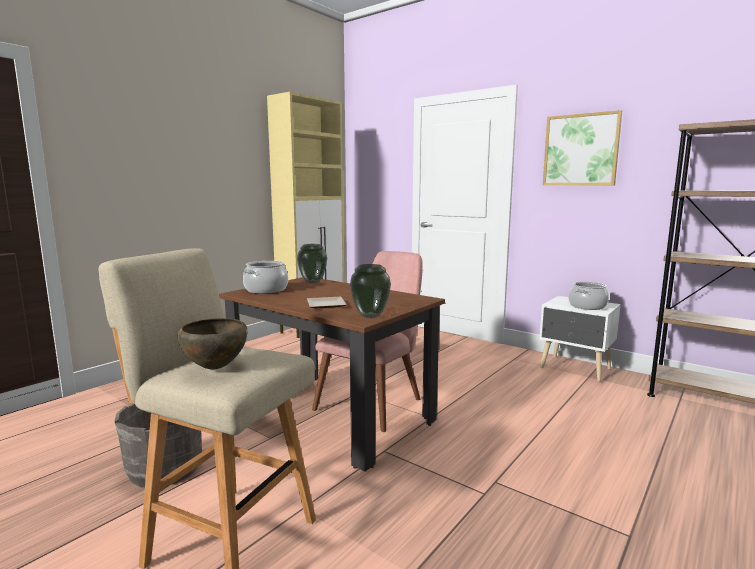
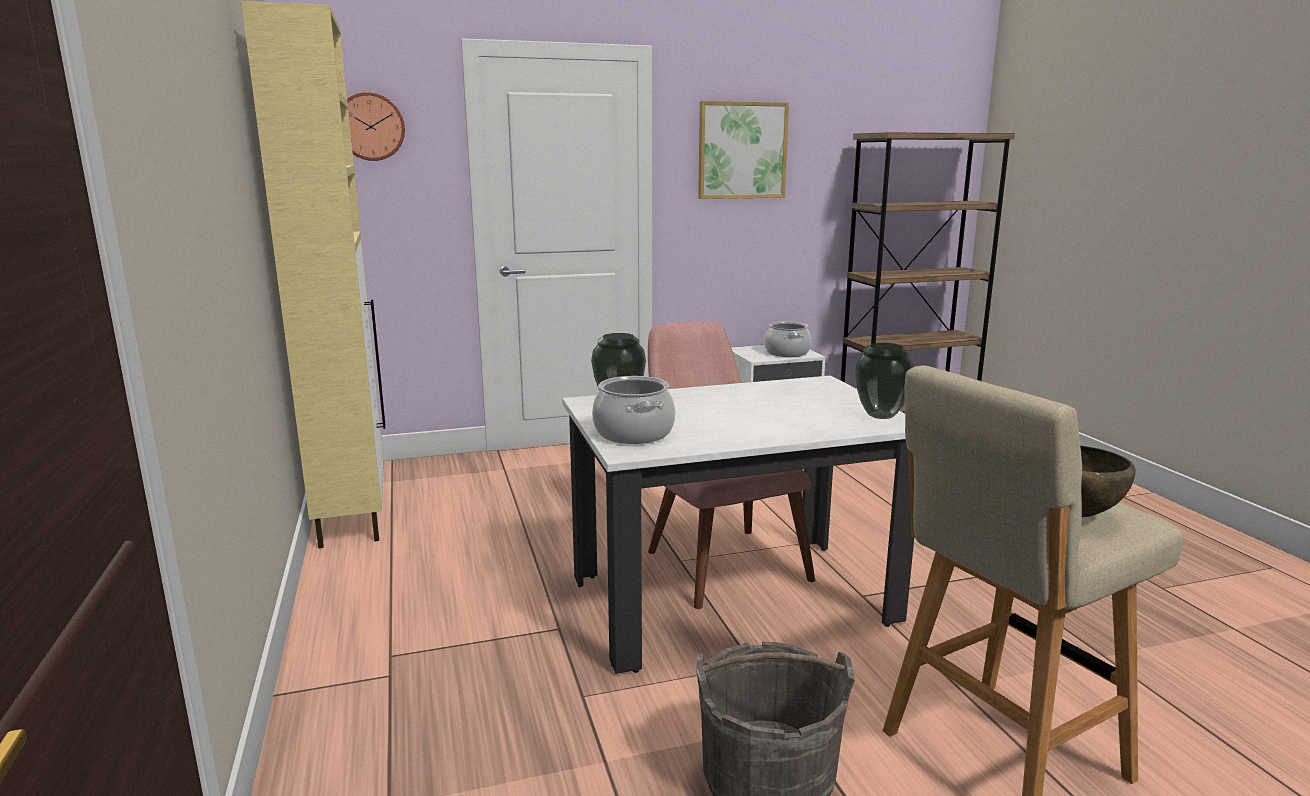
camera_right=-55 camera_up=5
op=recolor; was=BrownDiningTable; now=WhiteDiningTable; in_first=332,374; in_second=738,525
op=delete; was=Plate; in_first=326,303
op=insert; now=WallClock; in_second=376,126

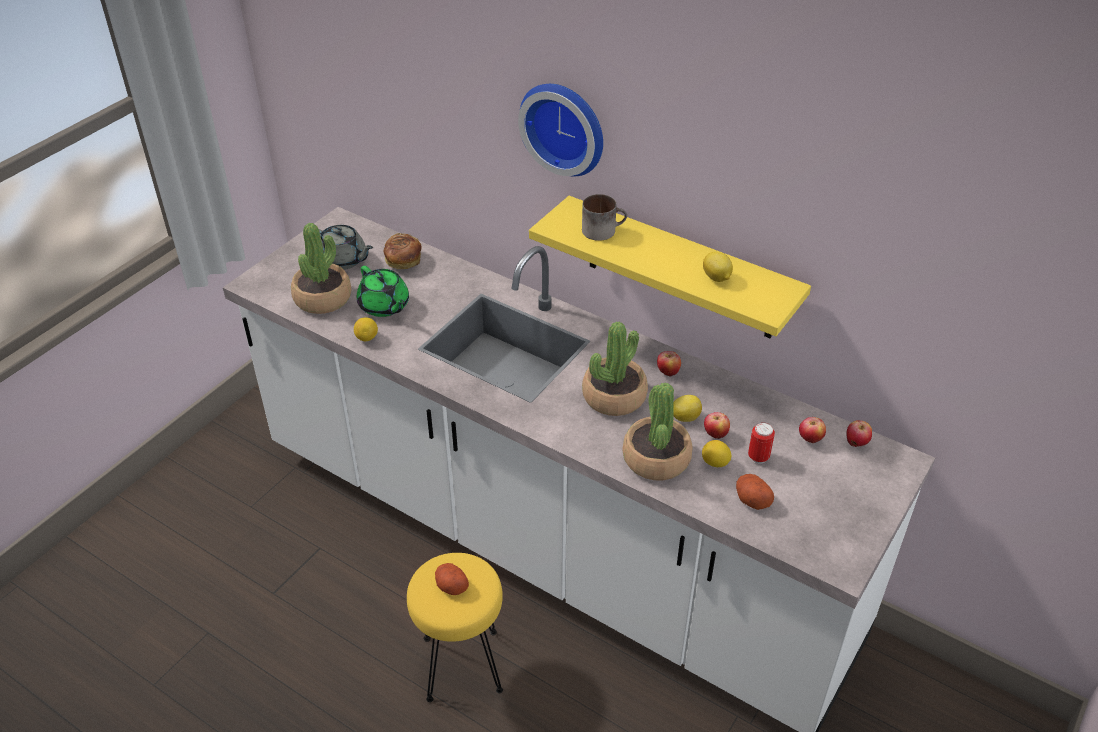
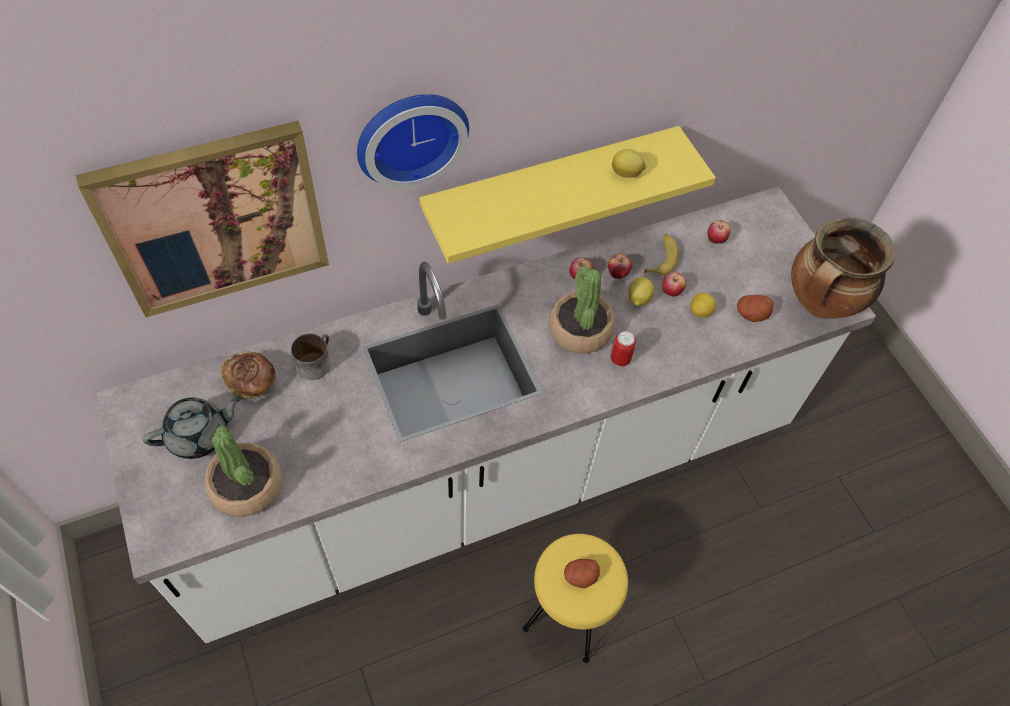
camera_right=-60 camera_up=15
op=move; was=Mug; in_first=604,217; in_second=310,357
op=delete; was=GreenTeapot; in_first=383,291
op=delete; was=Lemon; in_first=366,329
op=delete; was=PottedPlant; in_first=657,431
op=move; was=Apple; in_first=859,433; in_second=620,266
op=move; was=Can; in_first=761,443; in_second=623,349
op=insert; now=Picture; in_second=202,219
op=insert; now=CookingPot; in_second=843,268
op=insert; now=Banana; in_second=661,254

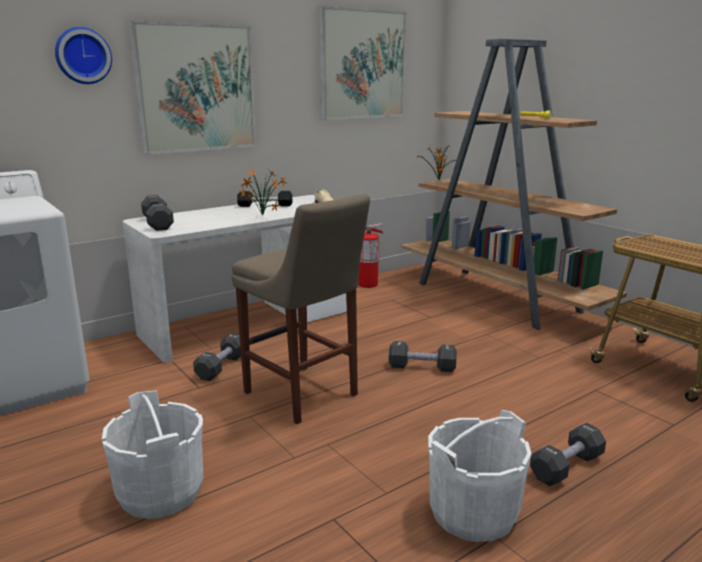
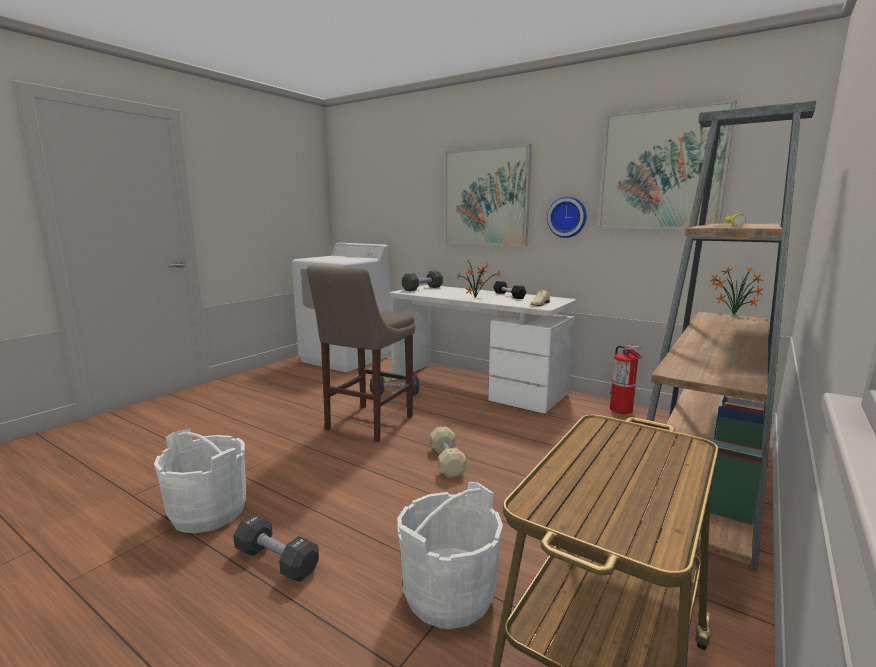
camera_right=70 camera_up=-5
op=move; was=WallClock; in_first=83,55; in_second=567,217
op=recolor; was=BlackDumbbell; now=BeigeDumbbell; in_first=423,356; in_second=448,452
op=move; was=WhiteBucket; in_first=152,454; in_second=450,555

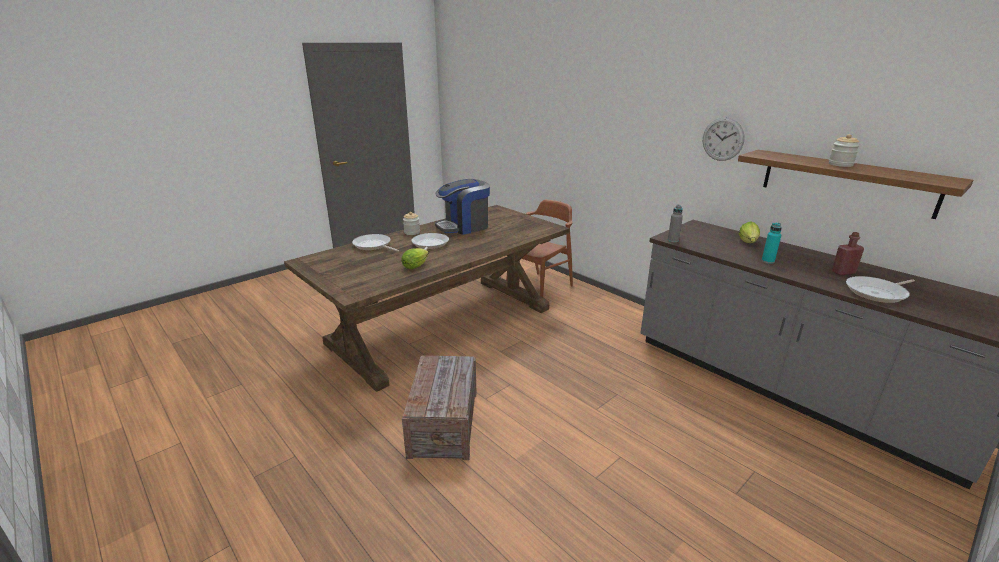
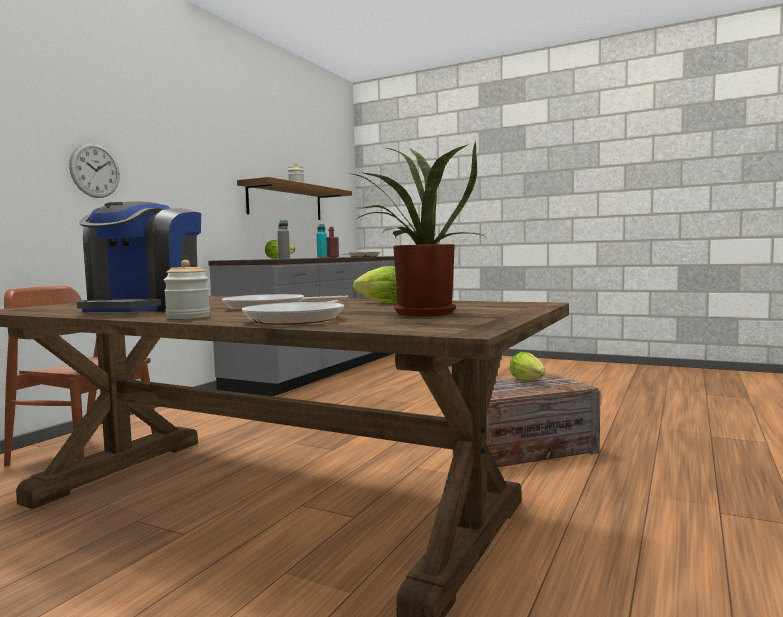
camera_right=-110 camera_up=-20
op=move; was=WallClock; in_first=724,139; in_second=94,170
op=rotate; was=CoffeeMachine; in_first=462,207; in_second=139,256; clockwise=60
op=insert; now=PottedPlant; in_second=419,227
op=insert; now=Lettuce; in_second=528,366

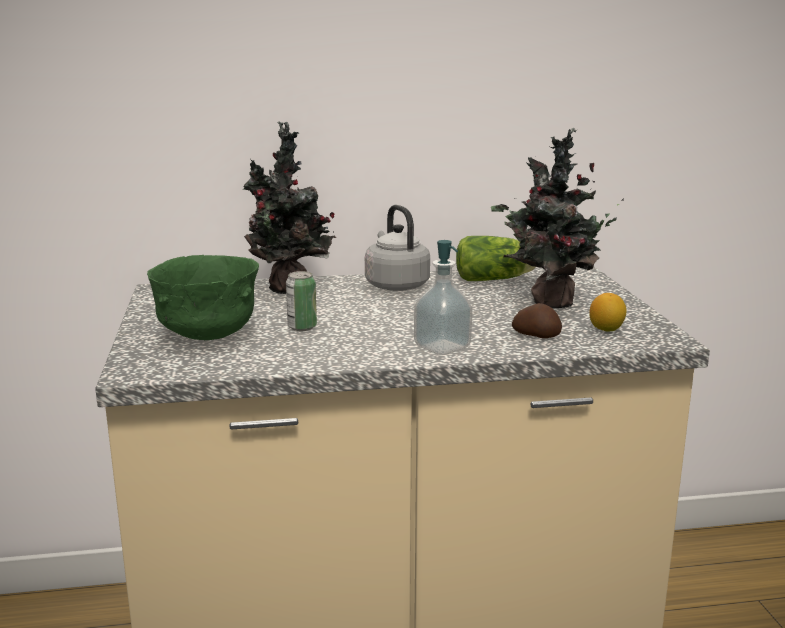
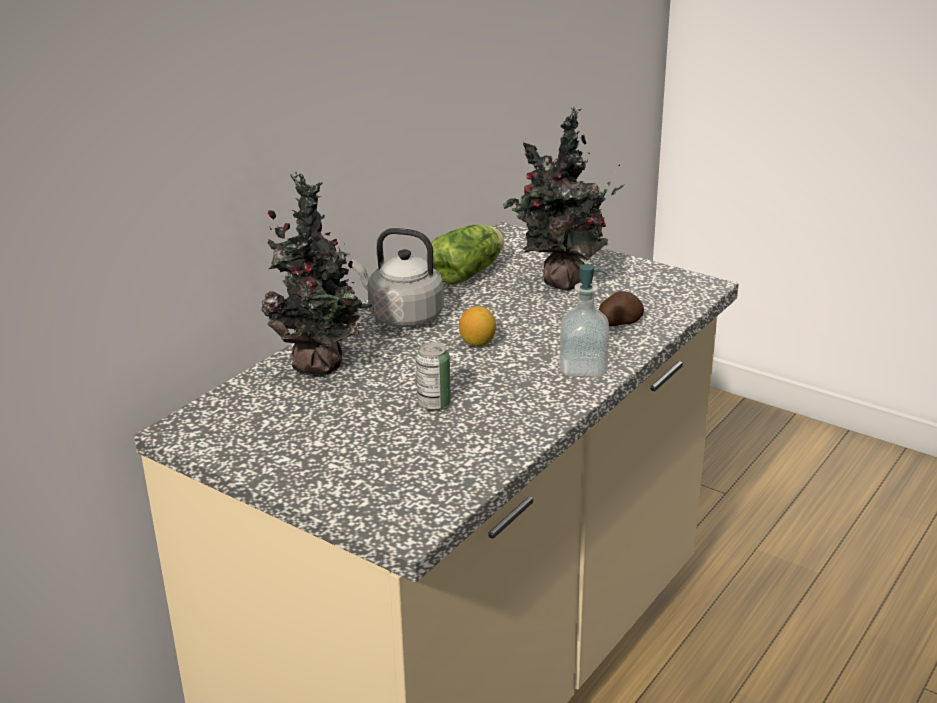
camera_right=-45 camera_up=10
op=delete; was=GreenBowl; in_first=203,297
op=move; was=Lemon; in_first=608,312; in_second=477,326

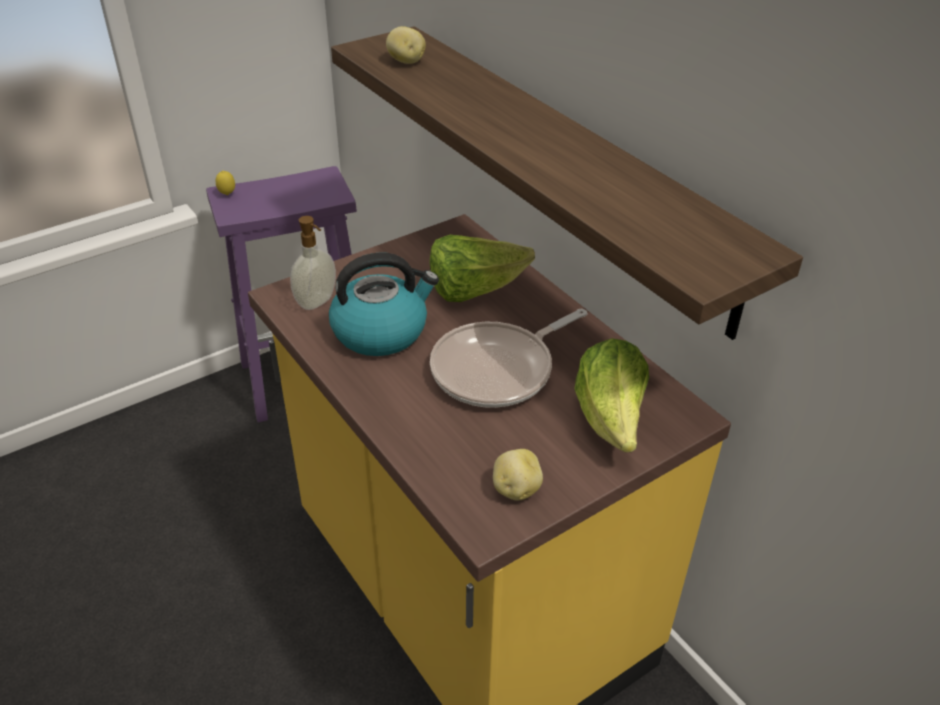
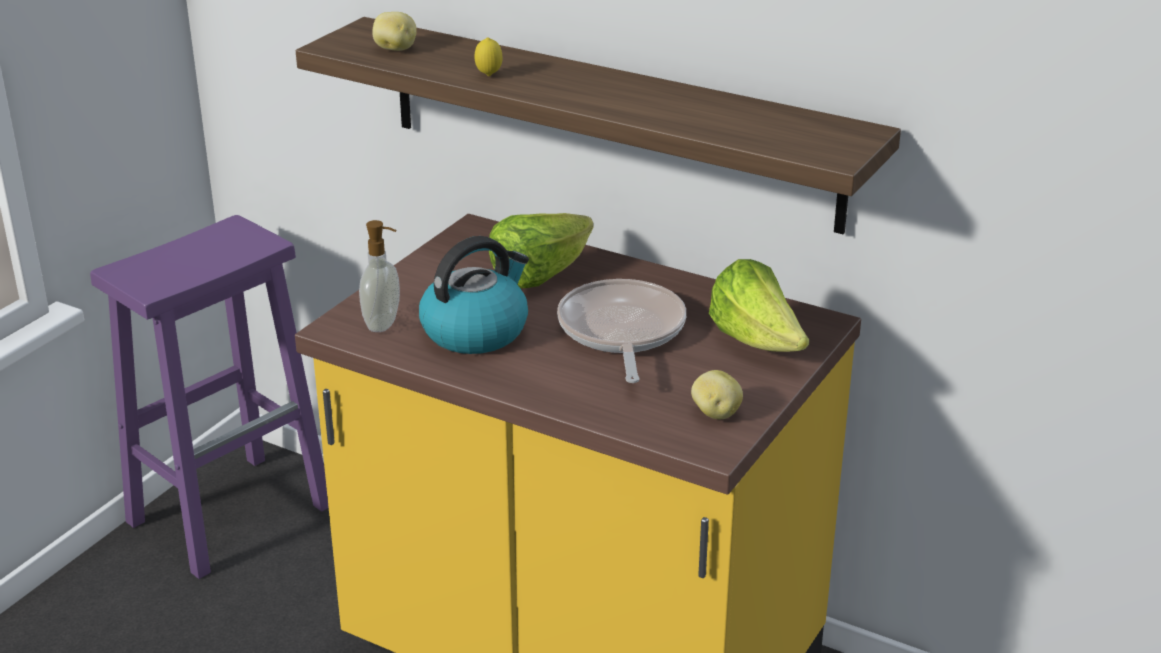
camera_right=-25 camera_up=-10
op=move; was=Lemon; in_first=225,183; in_second=488,57
op=rotate; was=FryingPan; in_first=509,358; in_second=621,331; clockwise=150

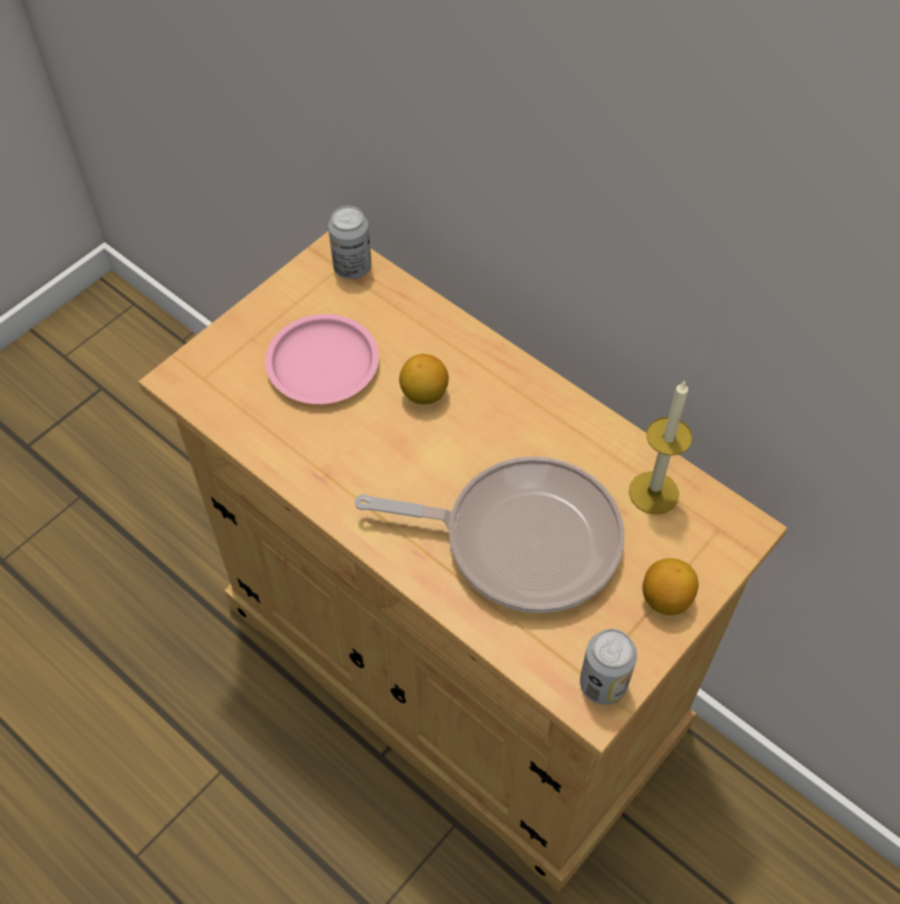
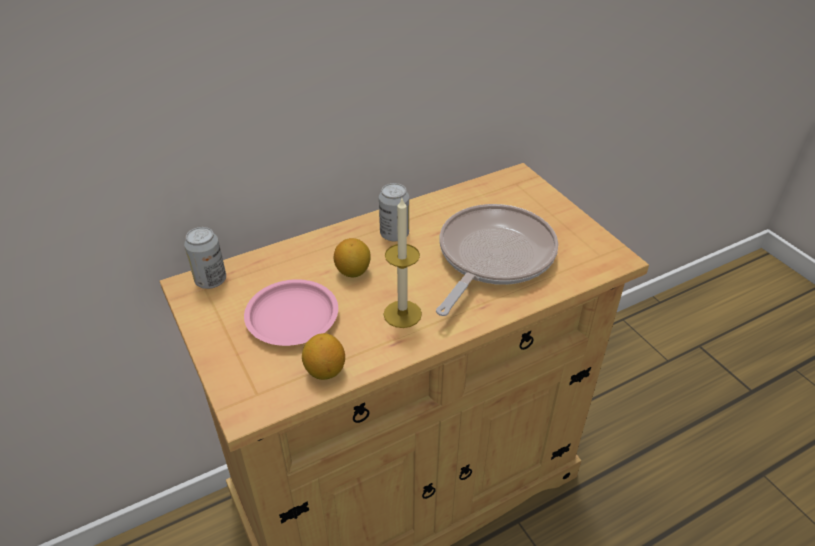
camera_right=-70 camera_up=-15
op=move; was=Candle; in_first=660,447; in_second=403,263
op=move; was=Lemon; in_first=671,586; in_second=323,356
op=move; was=Can; in_first=608,667; in_second=394,212

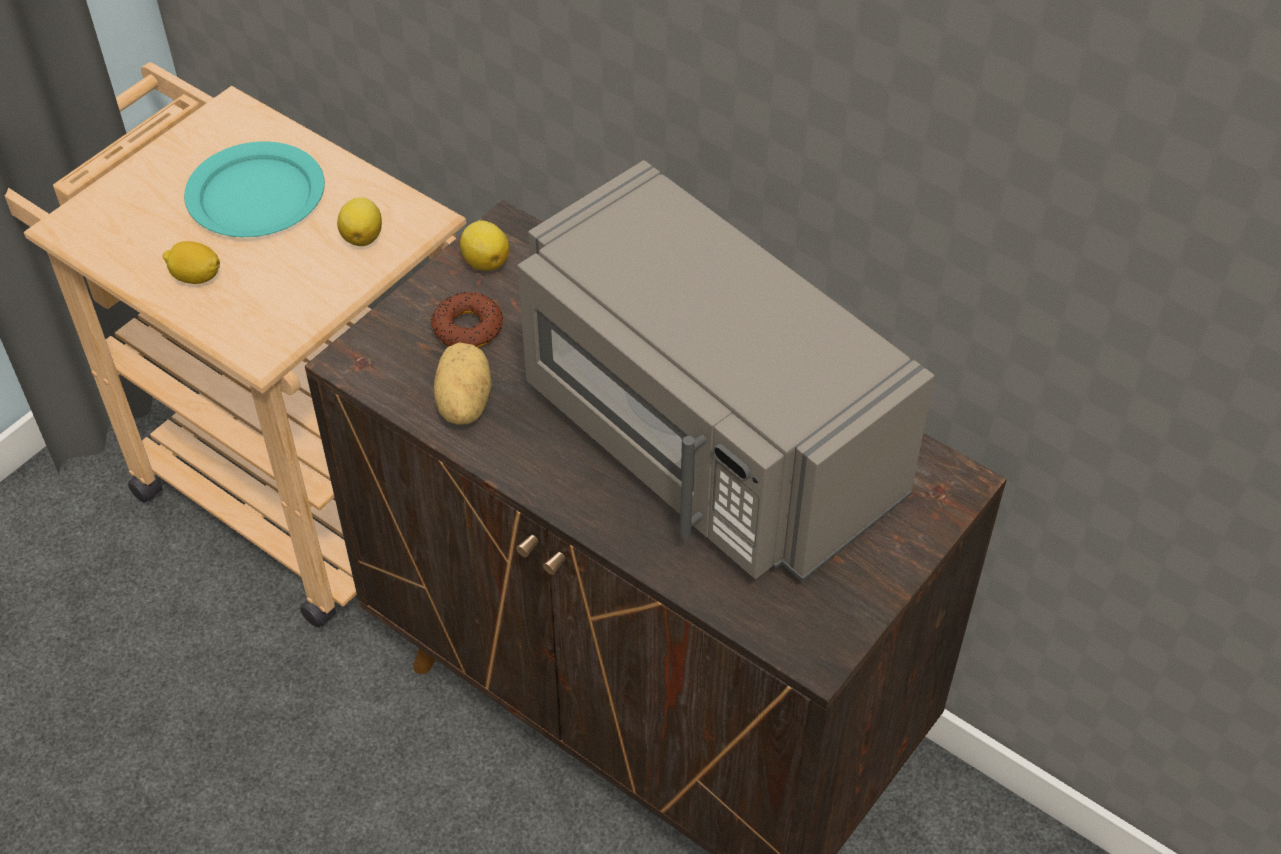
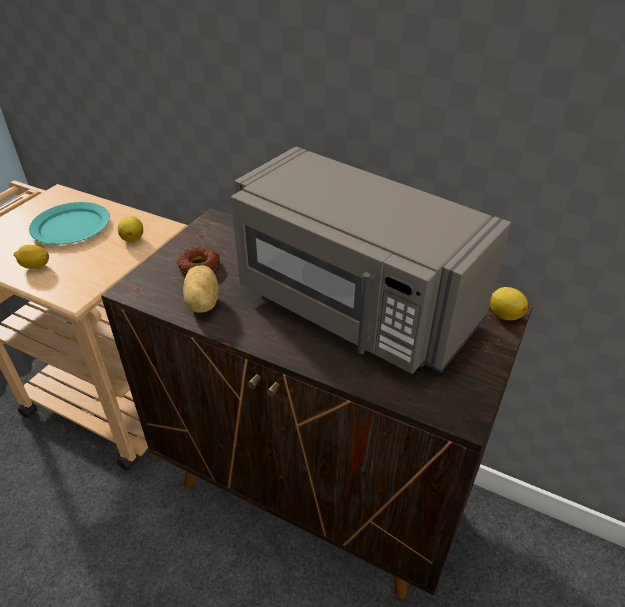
camera_right=-10 camera_up=-10
op=move; was=Lemon; in_first=484,246; in_second=509,303

